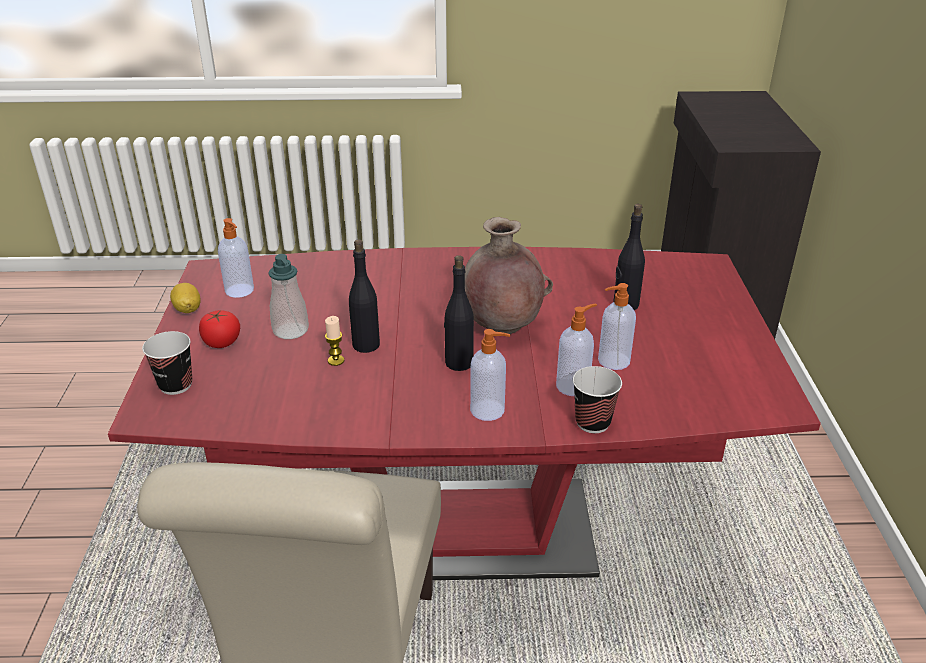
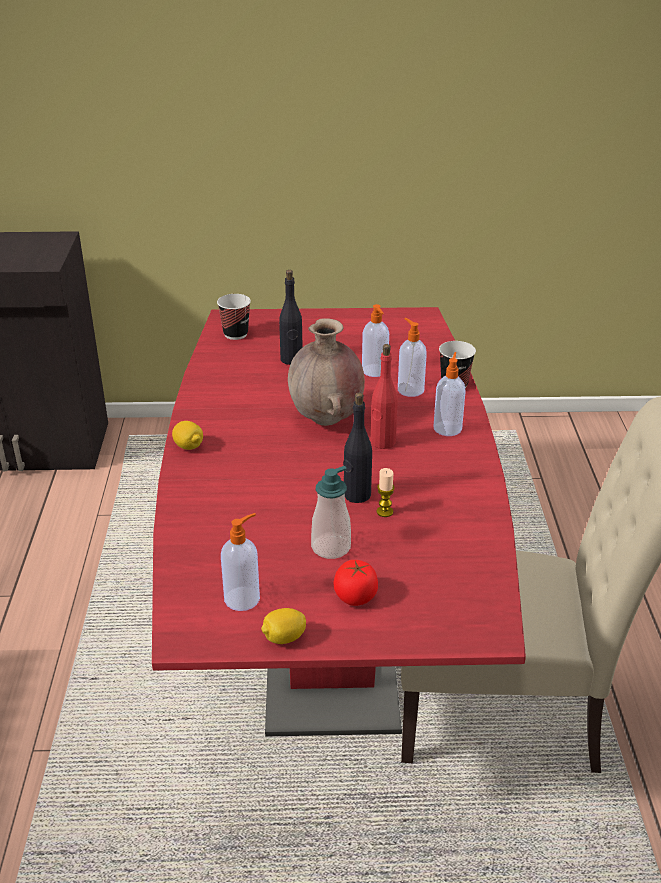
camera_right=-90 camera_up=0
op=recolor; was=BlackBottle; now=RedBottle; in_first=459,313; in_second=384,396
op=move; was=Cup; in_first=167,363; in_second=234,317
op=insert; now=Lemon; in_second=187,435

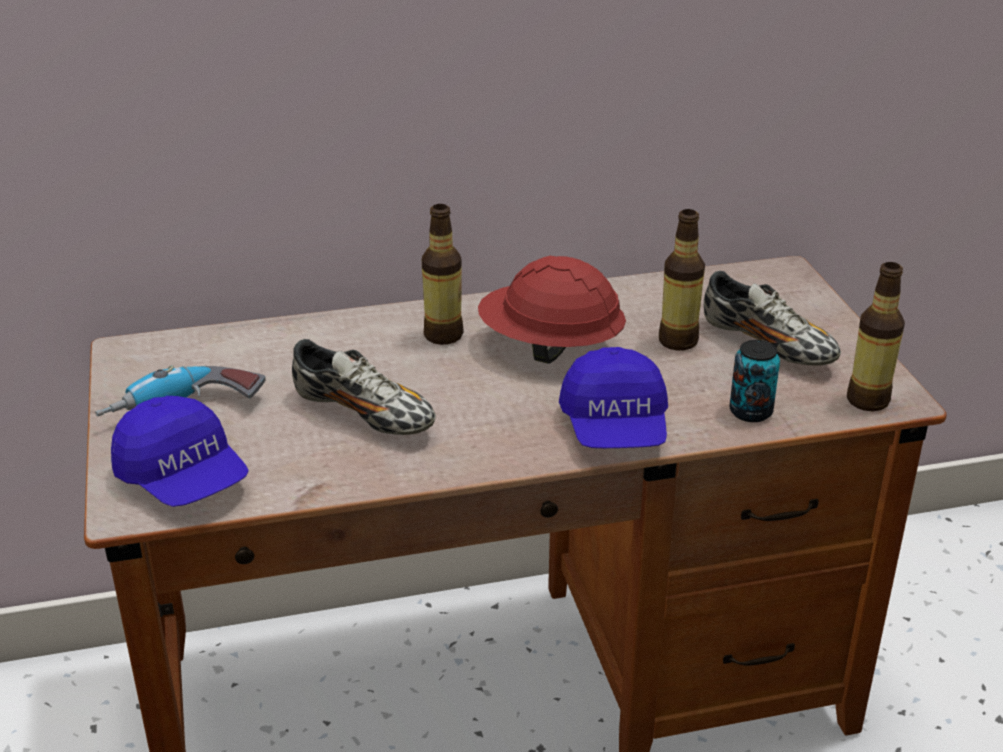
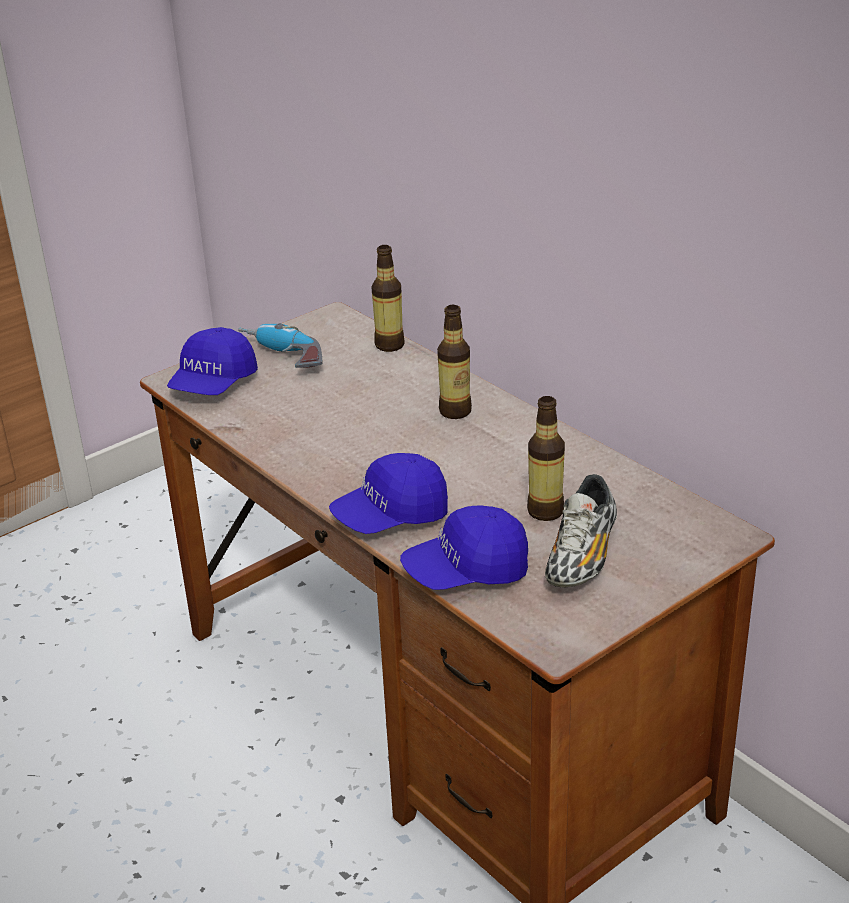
camera_right=65 camera_up=0
op=delete; was=RedHardHat; in_first=552,310
op=move; was=Bottle; in_first=876,336; in_second=388,298
op=delete; was=Shoe; in_first=364,387
op=replace; was=Can; now=BlueCap; in_first=754,381; in_second=464,547

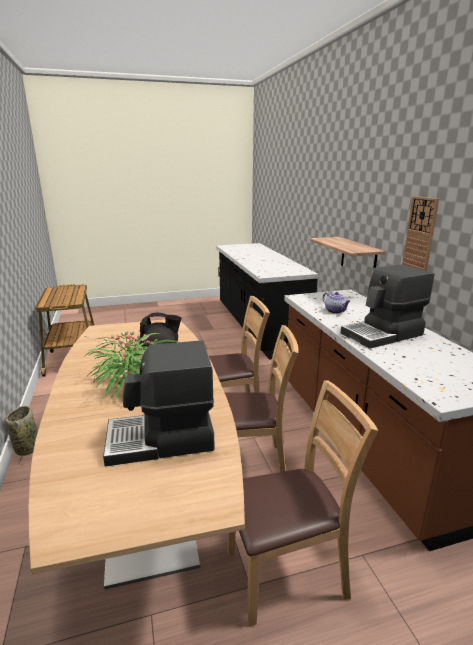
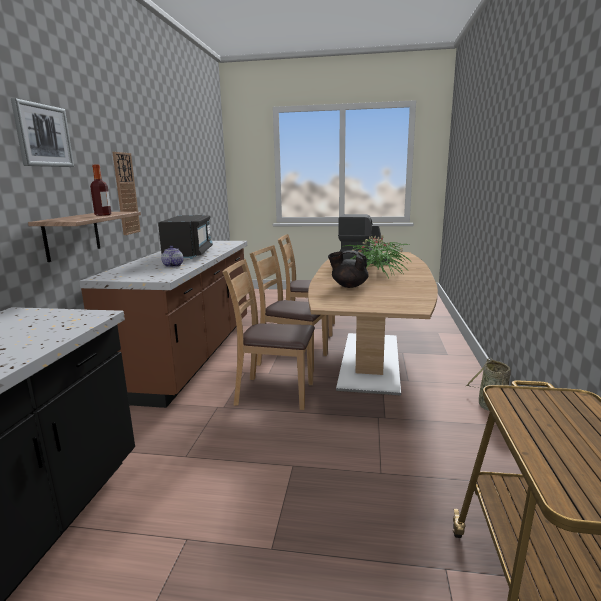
camera_right=-155 camera_up=-5
op=replace; was=CoffeeMachine; now=BlackMicrowave; in_first=387,306; in_second=185,237
op=insert; now=Picture; in_second=42,132
op=insert; now=Bottle; in_second=100,190

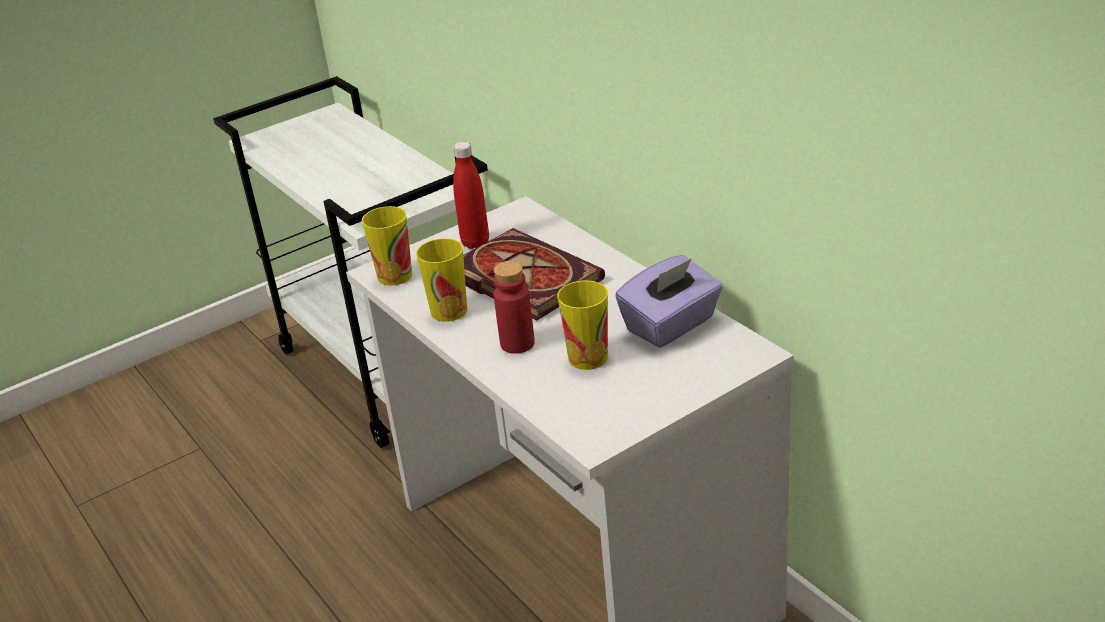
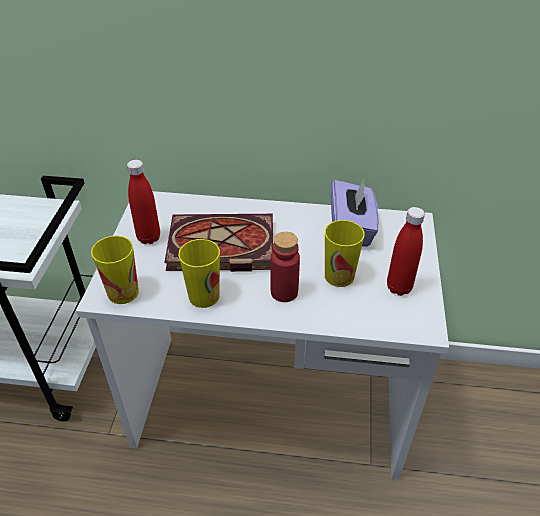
camera_right=-50 camera_up=10
op=insert; now=RedBottle; in_second=406,251

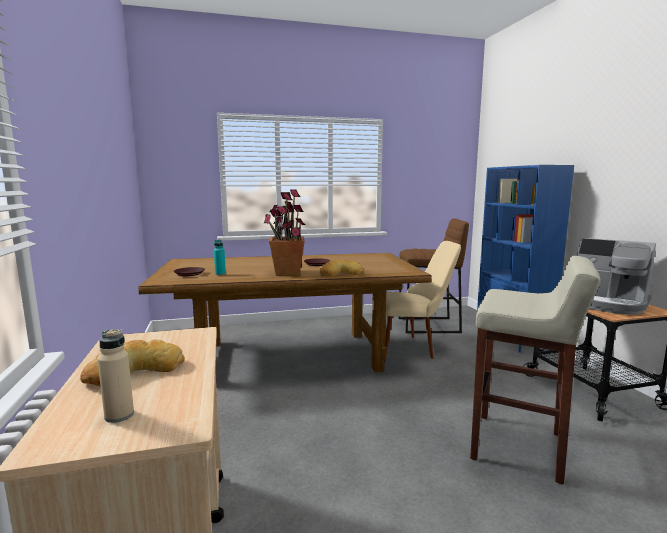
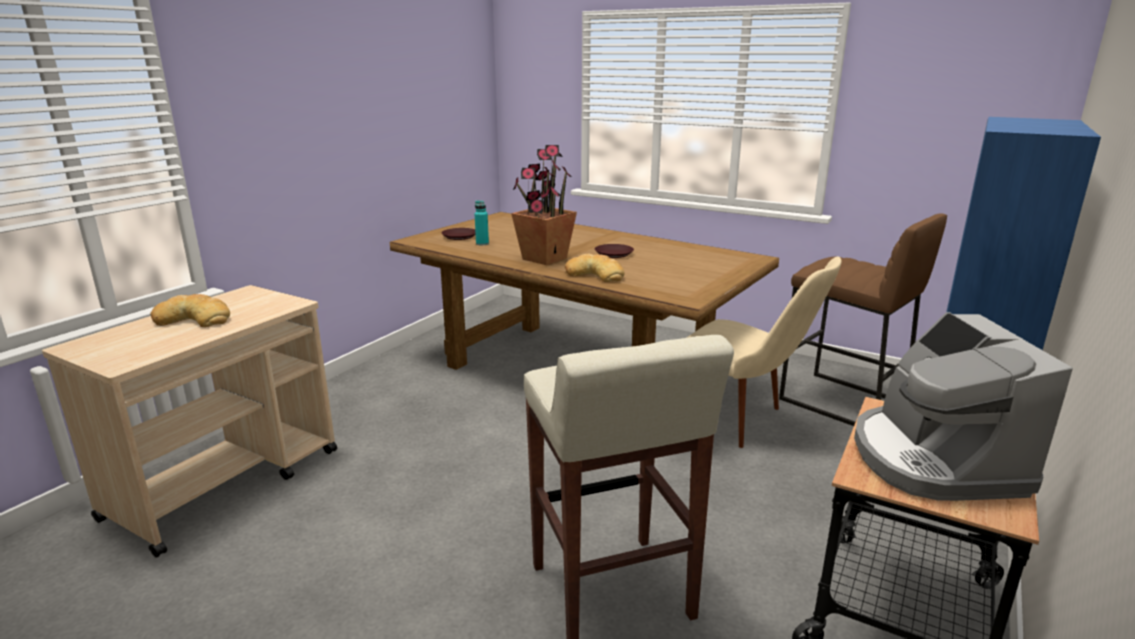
camera_right=45 camera_up=10
op=delete; was=BeigeBottle; in_first=115,376

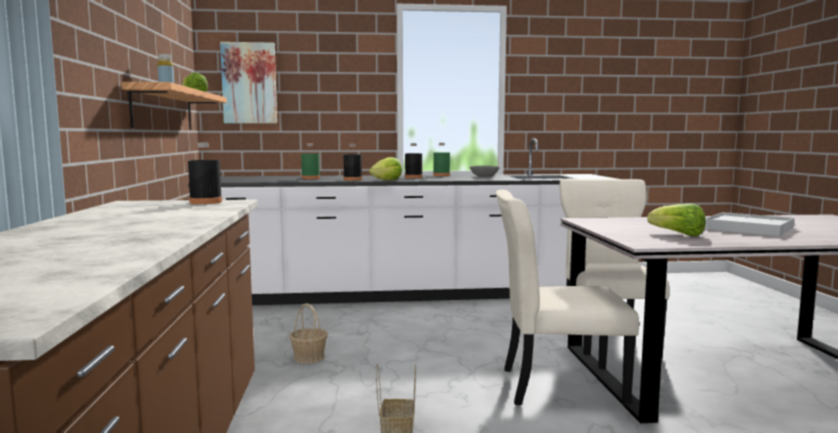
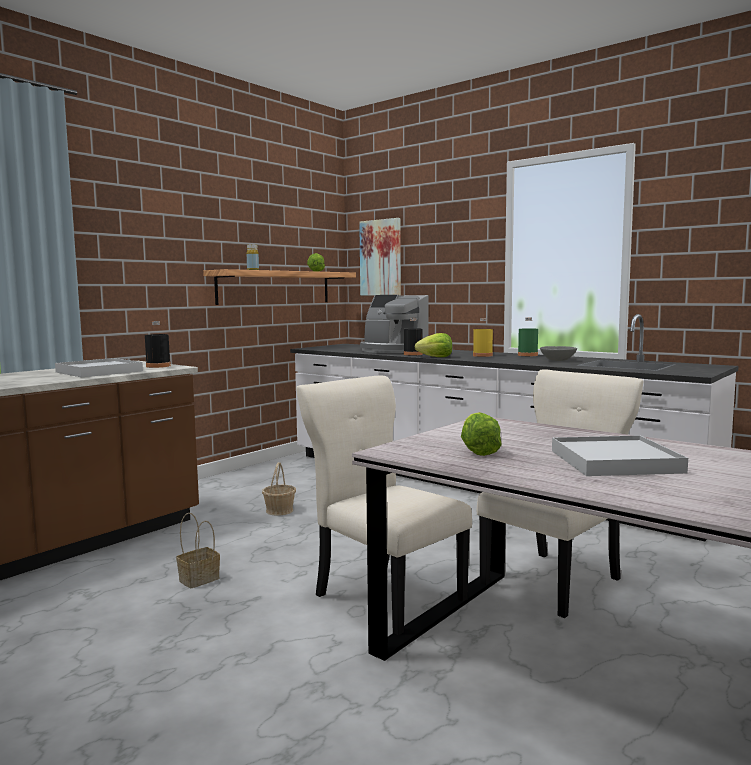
camera_right=45 camera_up=0
op=replace; was=GreenBottle; now=CoffeeMachine; in_first=310,161; in_second=394,324
op=recolor; was=BlackBottle; now=YellowBottle; in_first=414,160; in_second=483,337
op=insert; now=WhiteTray; in_second=99,367

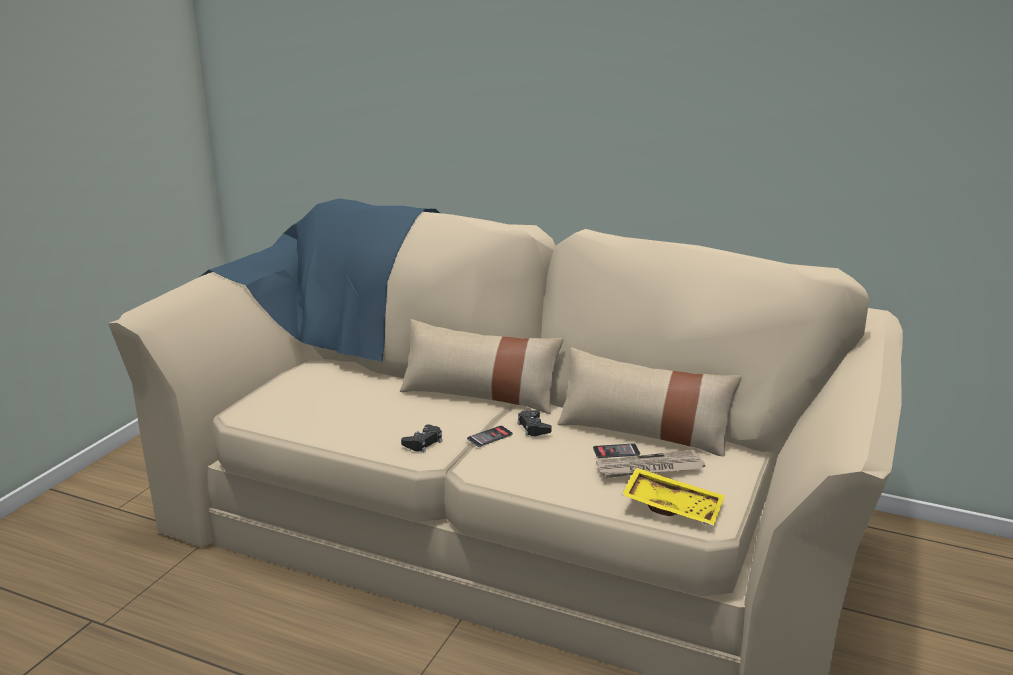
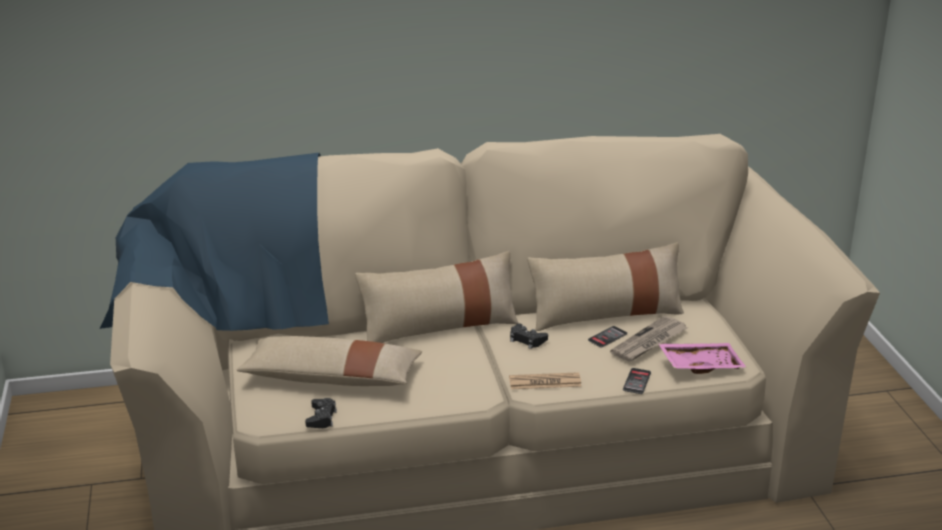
camera_right=-35 camera_up=5
op=move; was=BlackGameController; in_first=421,438; in_second=321,413
op=move; was=Phone; in_first=490,436; in_second=637,381
op=recolor; was=YellowTray; now=PinkTray; in_first=673,496; in_second=703,358
op=insert; now=BeigePillow; in_second=329,361
op=insert; now=Newspaper; in_second=545,380

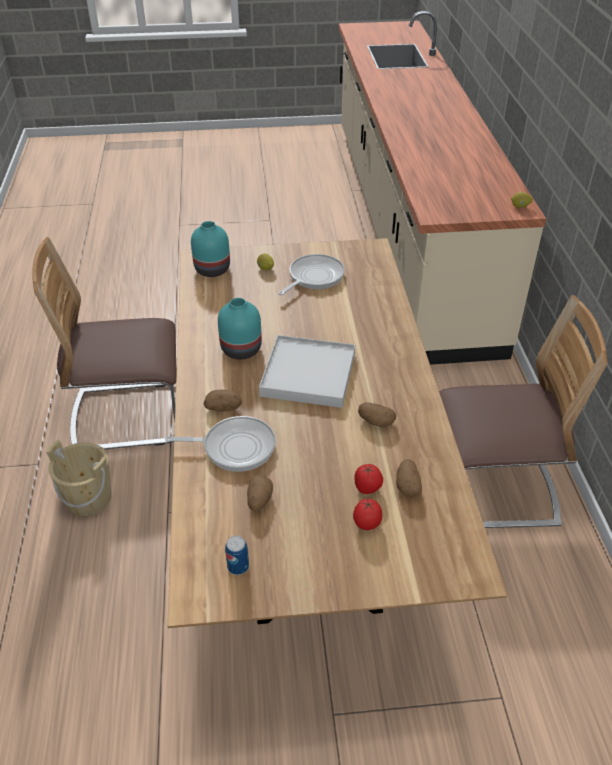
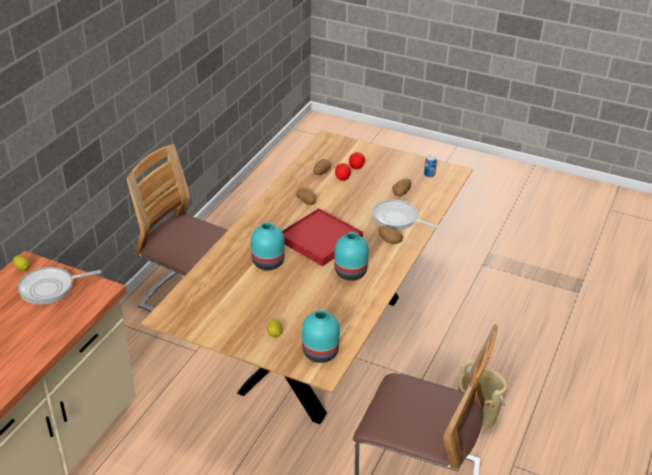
camera_right=-150 camera_up=-5
op=move; was=FryingPan; in_first=311,274; in_second=59,286
op=recolor; was=WhiteTray; now=RedTray; in_first=307,371; in_second=322,237
op=insert; now=TurquoiseVase; in_second=268,246

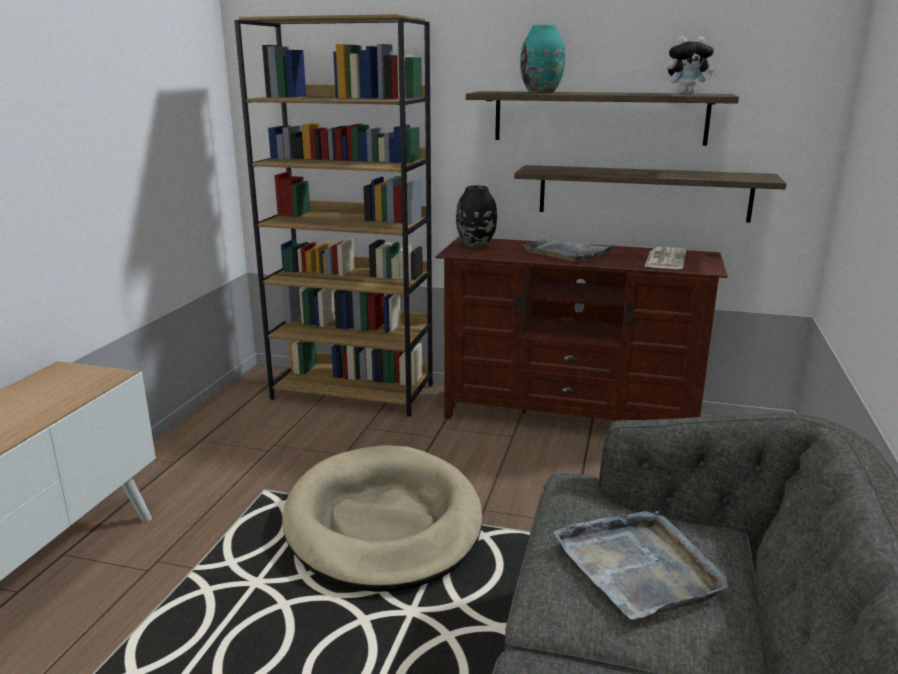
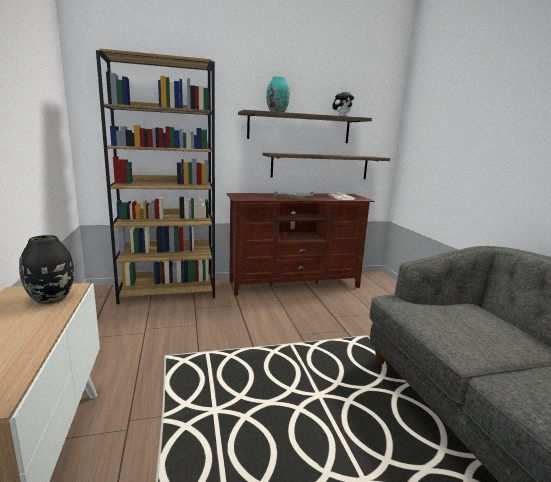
camera_right=-30 camera_up=-5
op=move; was=BlackVase; in_first=476,217; in_second=46,269
op=delete; was=BeigeDogBed; in_first=382,518
op=delete; was=GreyTray; in_first=641,565

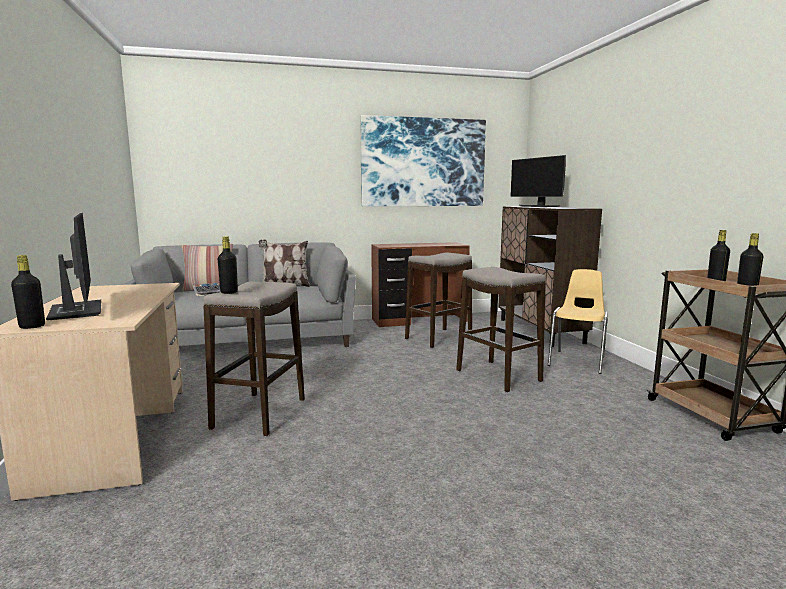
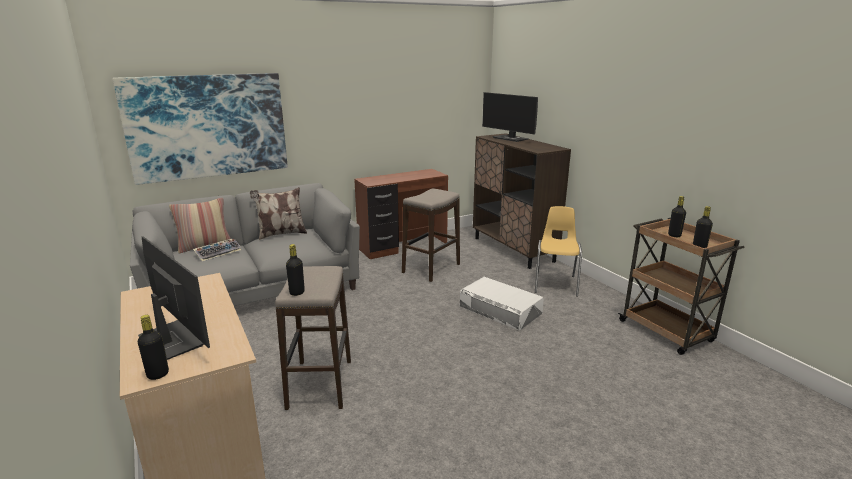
camera_right=-15 camera_up=10
op=move; was=Picture; in_first=423,160; in_second=200,129
op=replace; was=Stool; now=WhiteStorageBox; in_first=500,329; in_second=502,303

